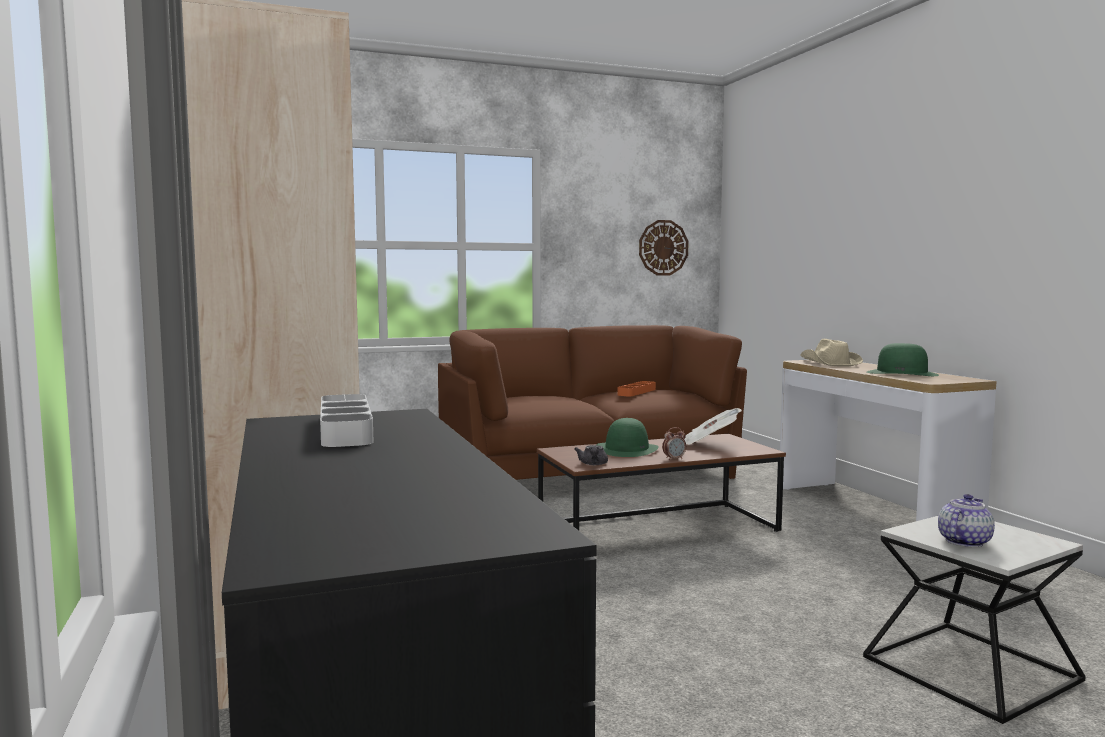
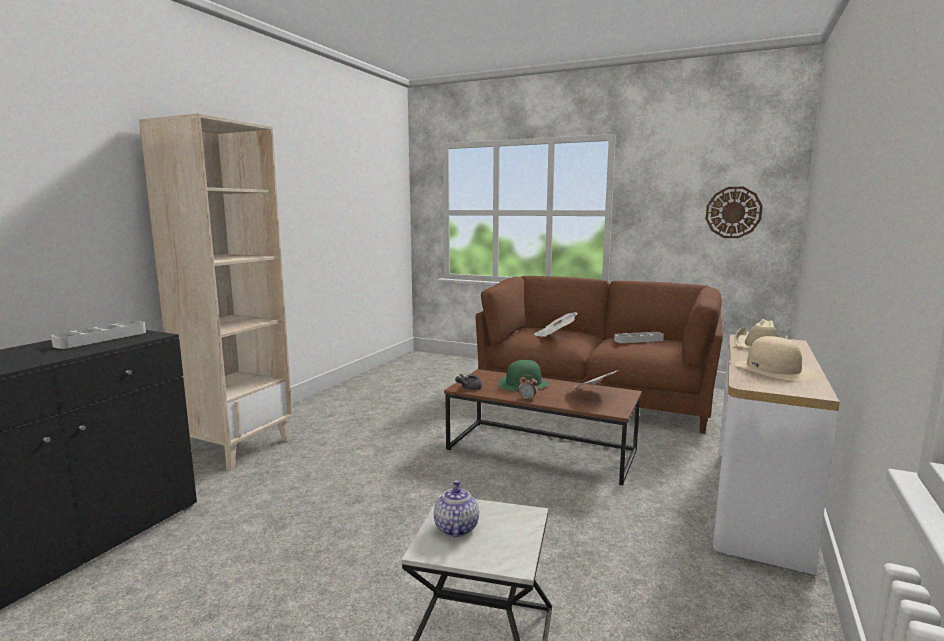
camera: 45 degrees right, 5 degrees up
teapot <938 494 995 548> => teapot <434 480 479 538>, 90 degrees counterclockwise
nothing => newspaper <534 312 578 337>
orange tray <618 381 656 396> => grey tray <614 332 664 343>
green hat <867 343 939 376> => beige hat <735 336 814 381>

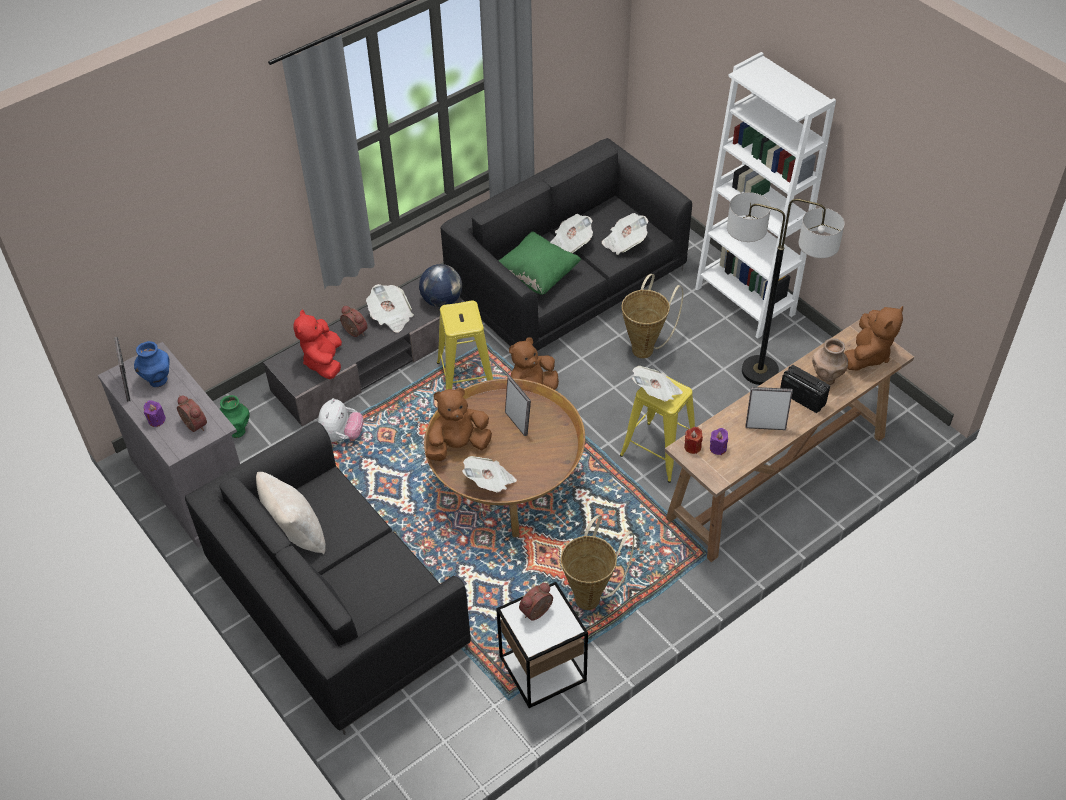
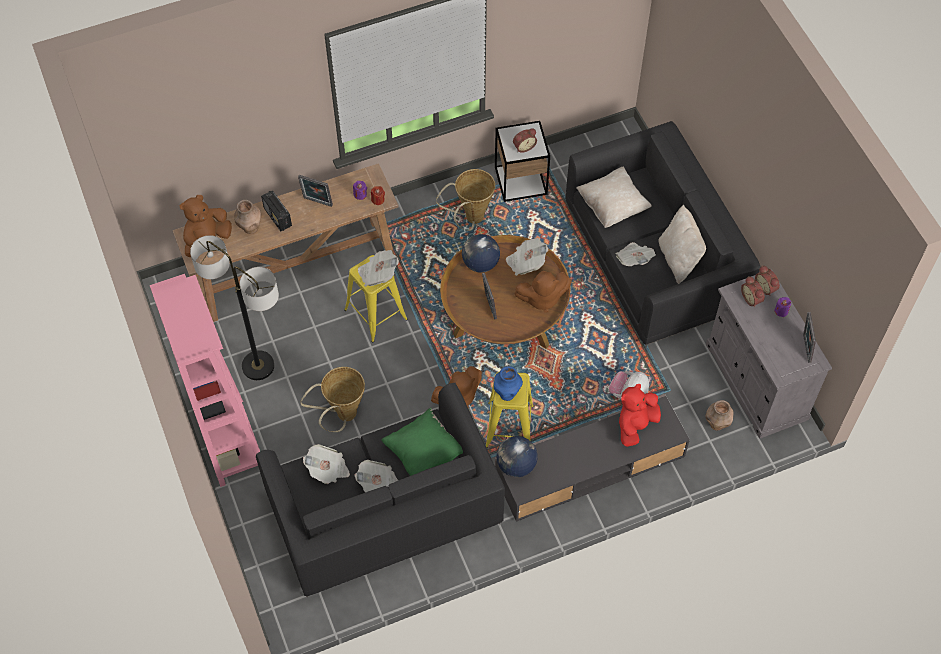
camera: 165 degrees left, 10 degrees up
white bookcase <695 52 836 339> => pink bookcase <150 274 260 487>
nothing => globe <462 234 500 273>
blue vase <134 341 170 387> => blue vase <494 366 523 401>, shifted
nothing => beige pillow <576 167 652 228>
newspaper <366 284 414 332> => newspaper <615 242 656 266>, shifted
red plush toy <294 310 342 379> => red plush toy <619 384 661 447>, 150 degrees counterclockwise
green vase <220 395 250 438> => brown vase <705 400 734 431>
alarm clock <340 305 368 337> => alarm clock <755 265 780 295>, shifted

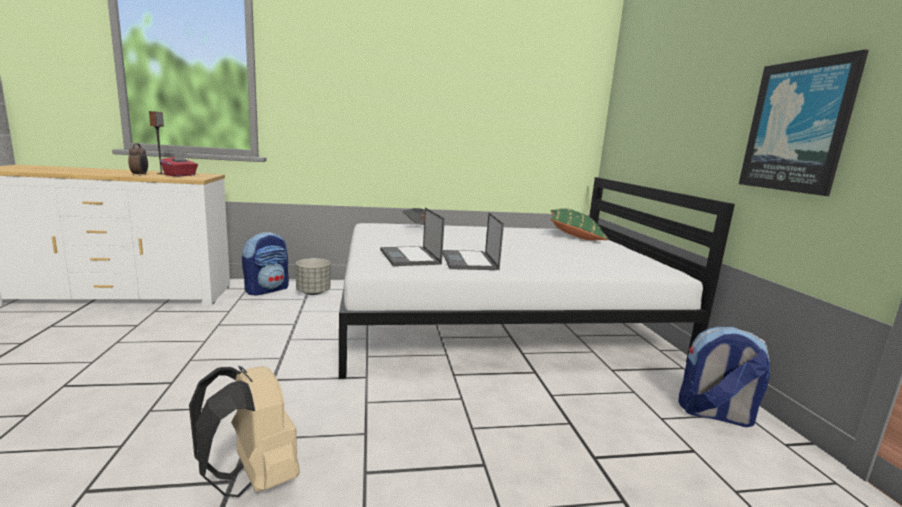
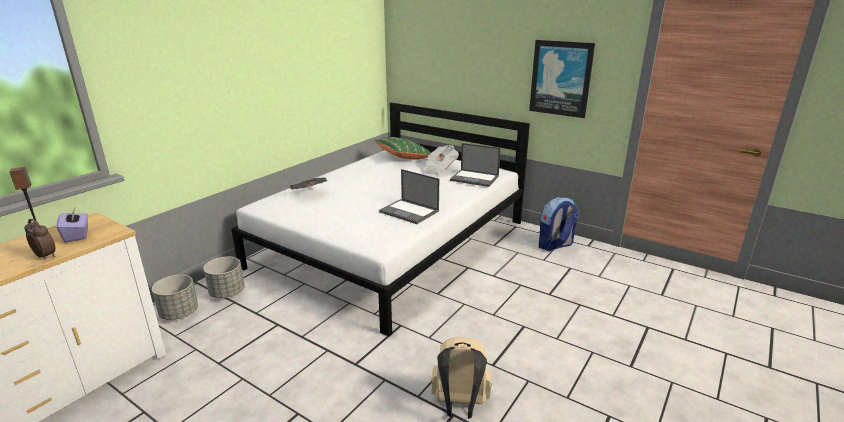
camera: 45 degrees left, 10 degrees up
red tissue box <160 153 198 177> => purple tissue box <57 206 88 243>
backpack <242 232 289 296> => grey planter <152 275 198 320>
nothing => newspaper <424 145 459 173>
laptop <380 208 445 266> => laptop <450 143 501 187>, shifted

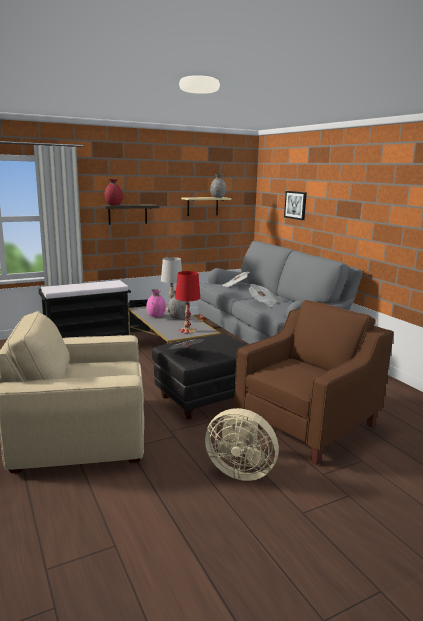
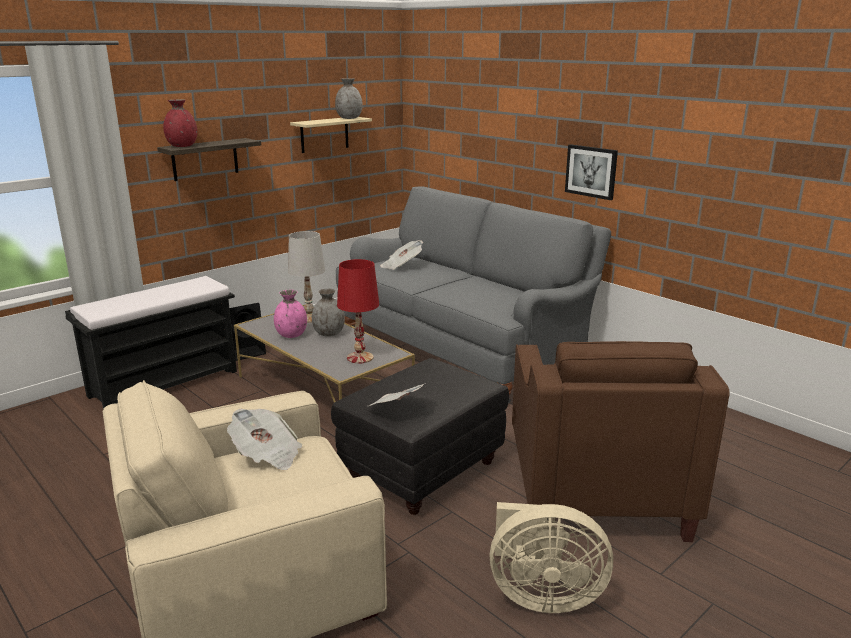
camera: 15 degrees left, 5 degrees up
newspaper <248 284 277 307> => newspaper <227 409 302 470>, shifted
brown armchair <234 300 394 465> => brown armchair <512 341 730 542>, 150 degrees clockwise
picture <284 191 307 220> => picture <565 144 618 200>, shifted

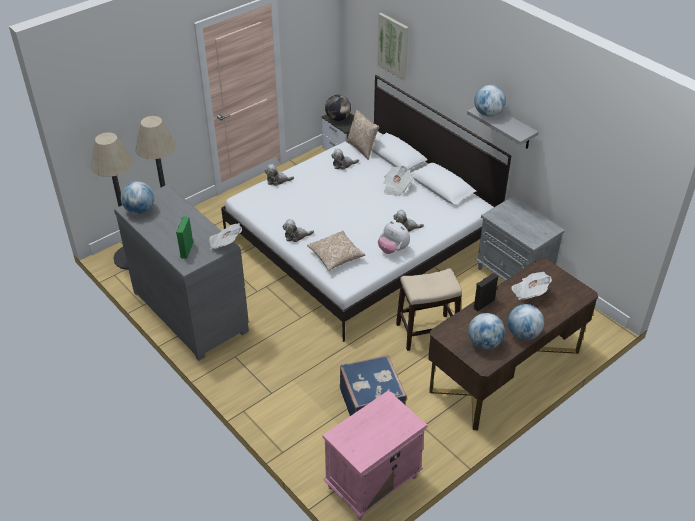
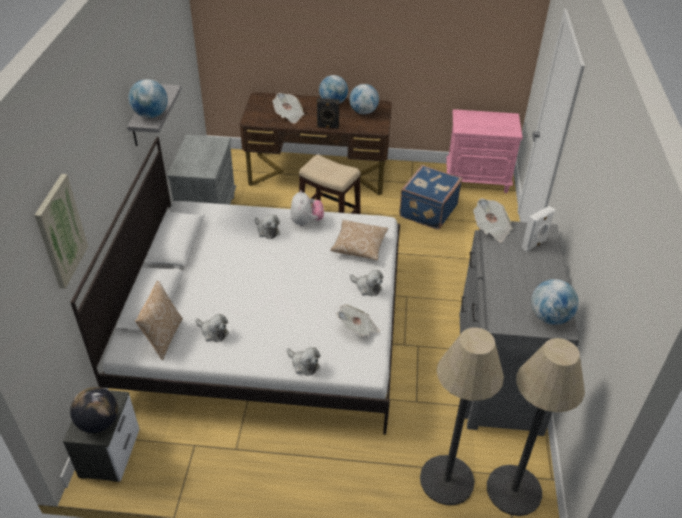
camera: 135 degrees left, 0 degrees up
newspaper <384 166 413 195> => newspaper <336 304 380 337>, shifted
green speaker <176 216 193 259> => white speaker <522 206 555 251>

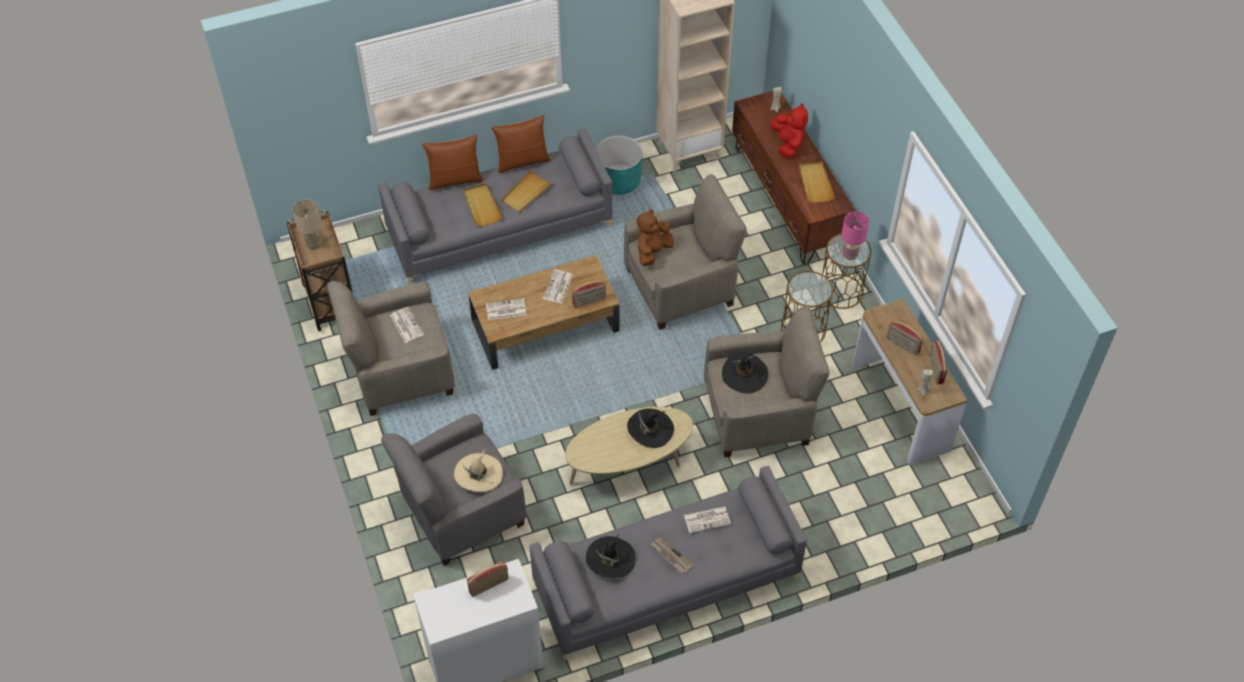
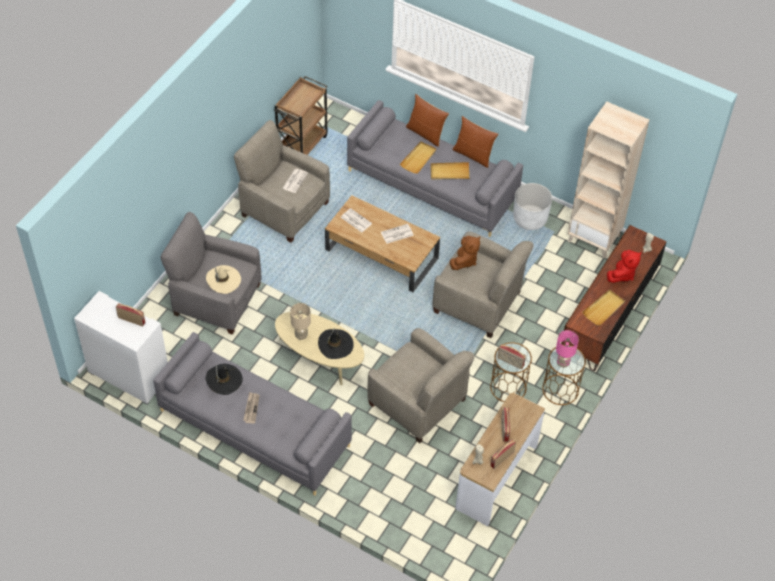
camera: 50 degrees right, 0 degrees up
beige table lamp <293 199 322 249> => beige table lamp <290 303 311 340>, shifted
brown plush toy <637 209 674 266> => brown plush toy <450 236 480 270>, 120 degrees clockwise
radio <572 280 606 308> => radio <497 344 526 369>, shifted
turquoise planter <596 136 643 195> => white planter <513 183 552 230>
newspaper <684 506 731 533> => nothing
black hat <722 352 768 394> => nothing

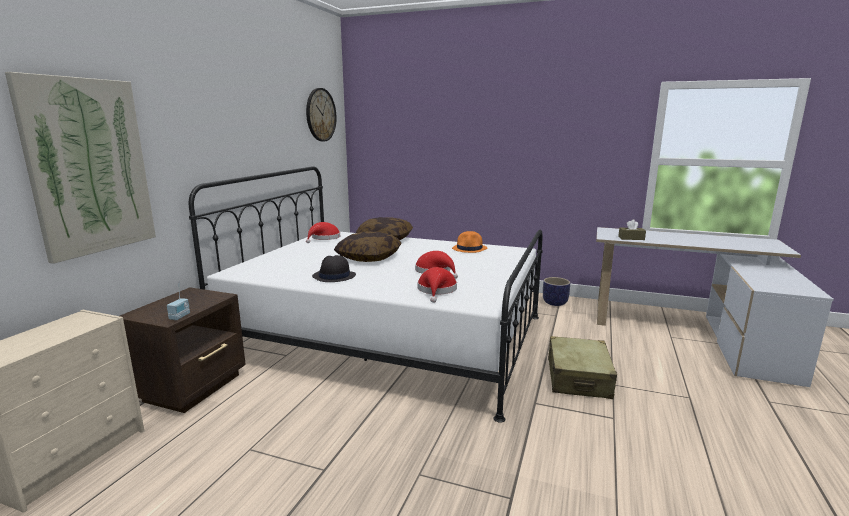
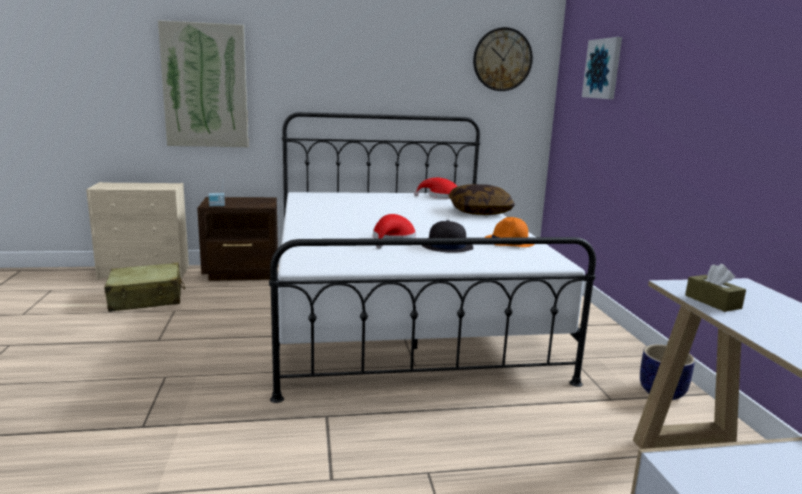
camera: 60 degrees right, 0 degrees up
beige suitcase <548 336 617 399> => beige suitcase <105 263 185 312>, shifted
black hat <312 255 356 282> => black hat <422 220 473 253>, shifted
nothing => picture <582 37 622 99>
pillow <334 232 401 262> => nothing
red hat <417 267 457 303> => nothing

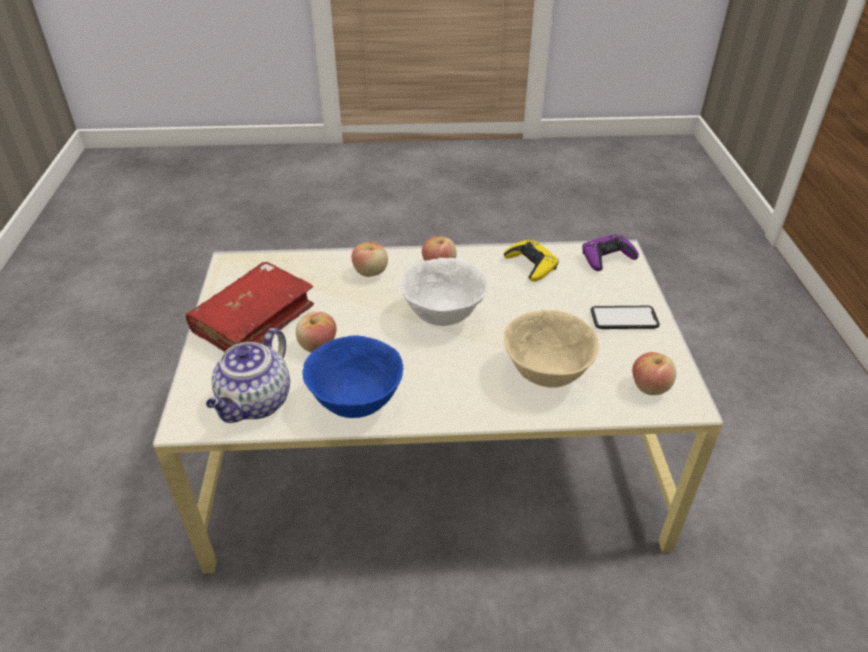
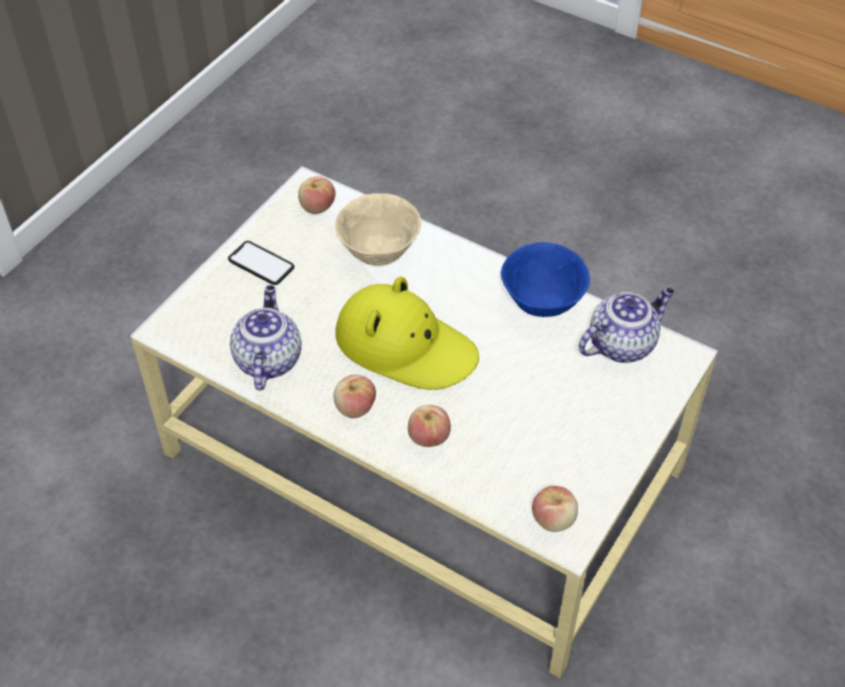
camera: 145 degrees left, 10 degrees up
yellow game controller <504 239 559 282> => teapot <230 285 301 390>
white bowl <399 258 488 326> => yellow hat <335 277 479 390>
apple <296 312 336 353> => apple <532 486 578 532>, shifted
red book <186 262 314 352> => nothing
purple game controller <582 234 639 271> => nothing

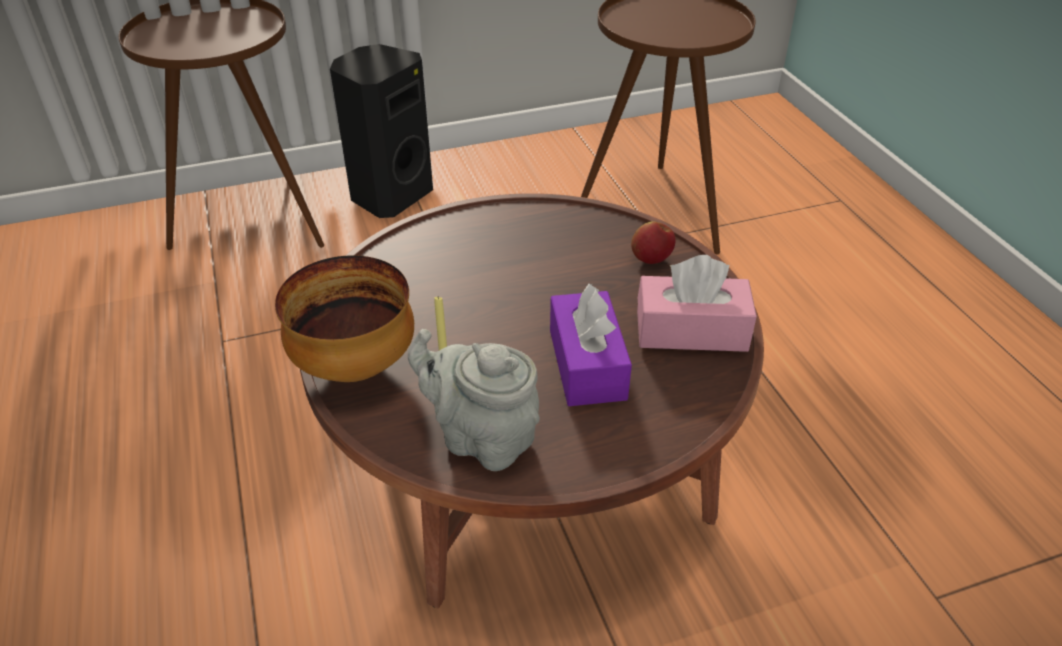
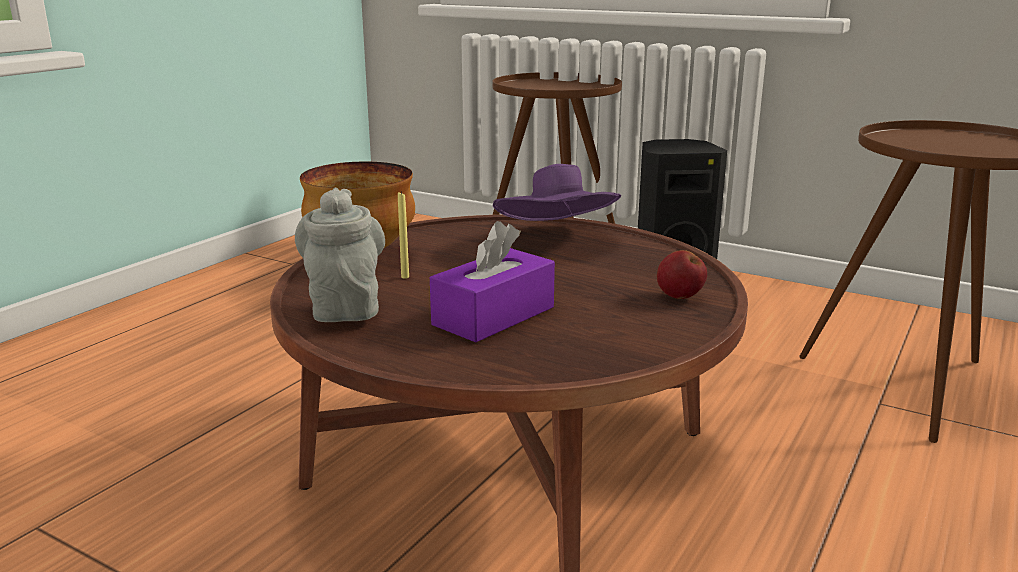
camera: 50 degrees right, 20 degrees down
nothing => purple hat <493 164 621 221>
pink tissue box <637 255 757 352> => nothing

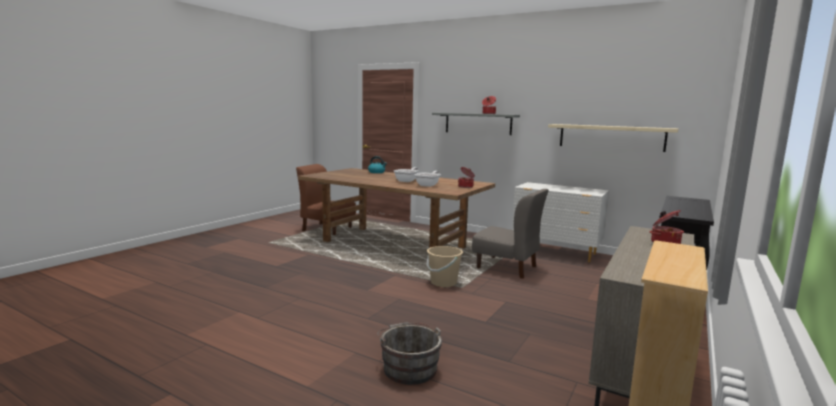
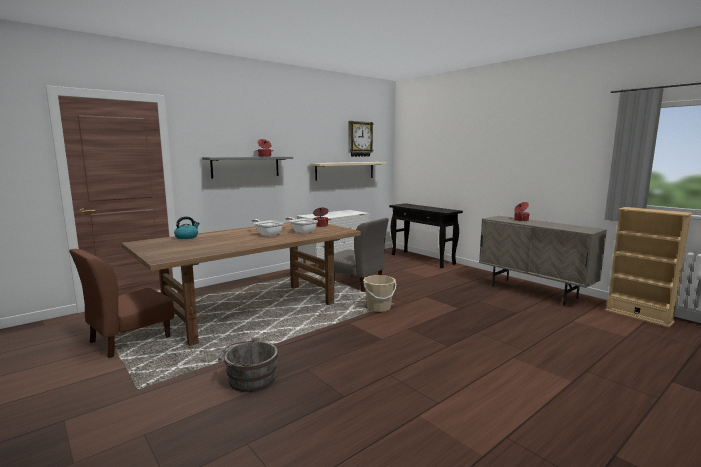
camera: 70 degrees left, 0 degrees up
grey bucket <377 322 442 385> => grey bucket <218 337 278 392>, shifted
grey chair <472 189 549 279> => grey chair <334 218 389 292>, 75 degrees clockwise
nothing => wall clock <349 121 374 157>

